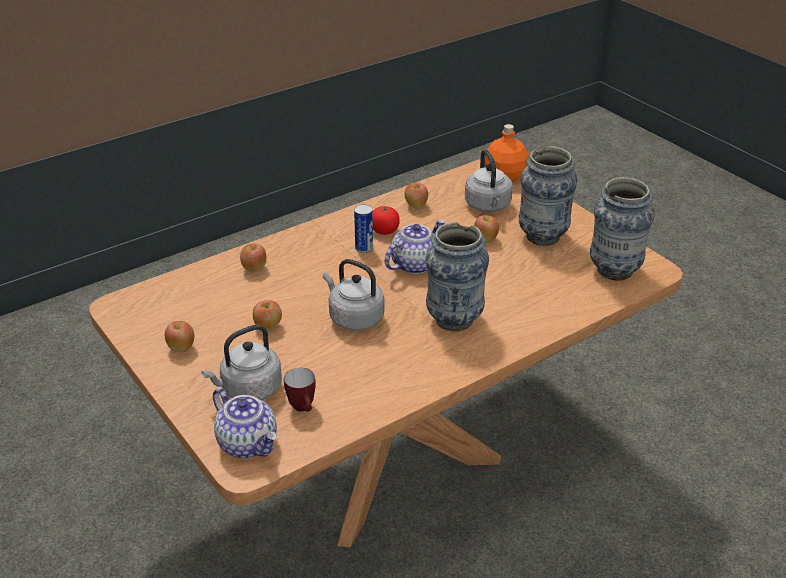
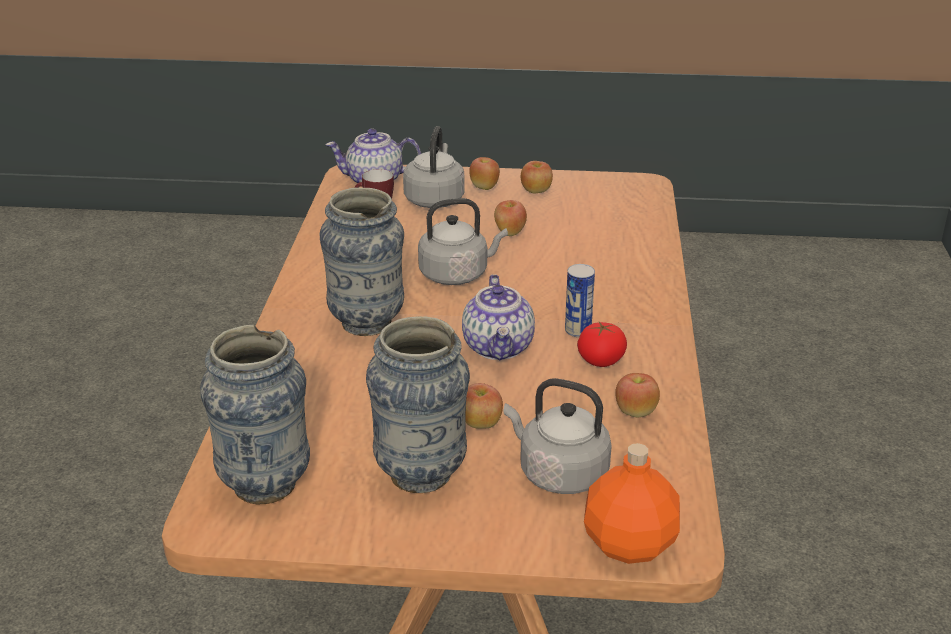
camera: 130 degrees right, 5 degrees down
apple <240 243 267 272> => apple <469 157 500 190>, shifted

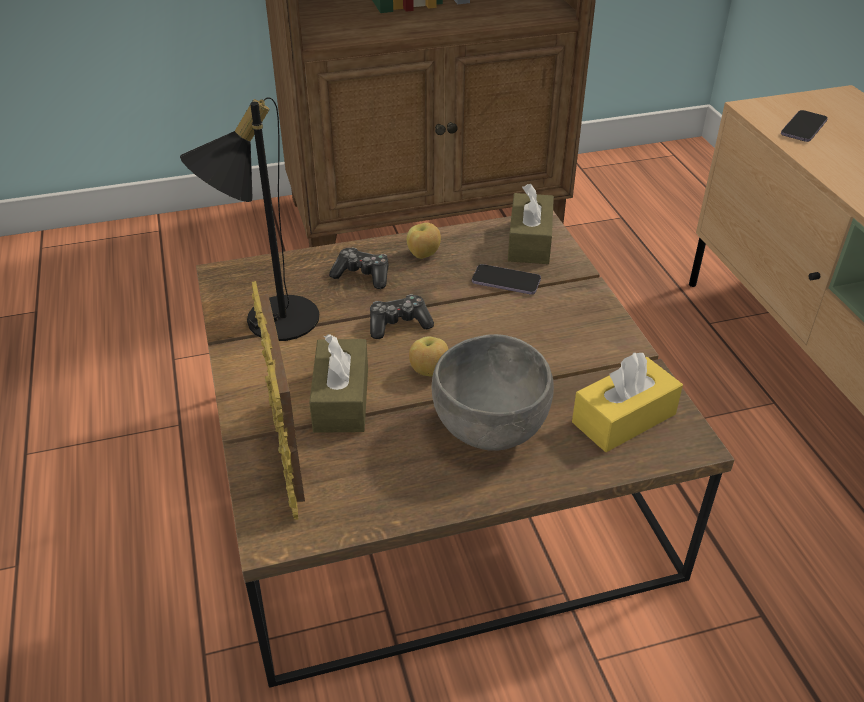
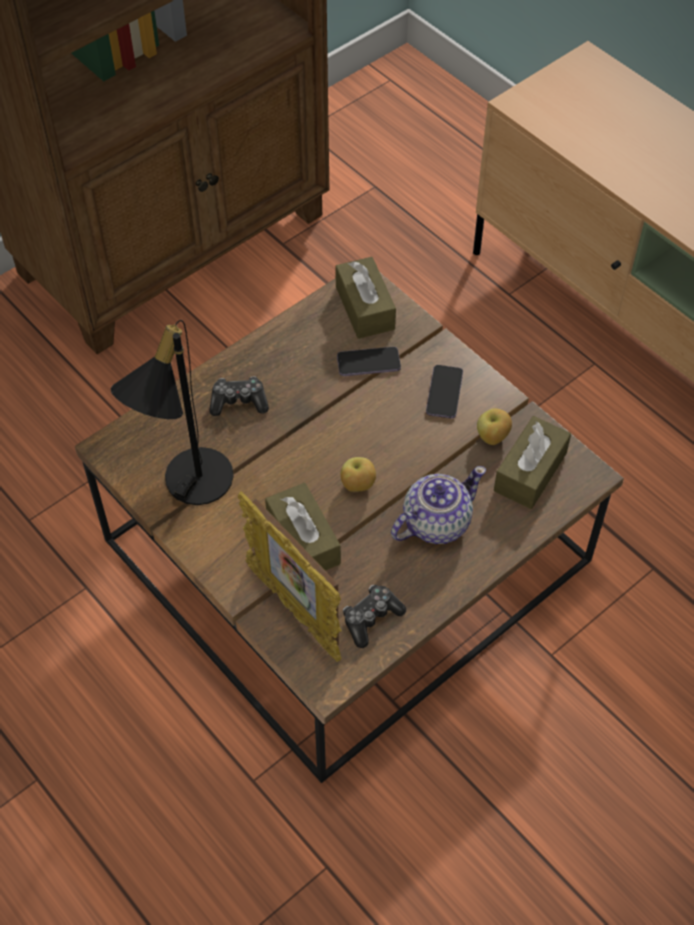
camera: 25 degrees left, 15 degrees up
game controller <370 294 434 339> => game controller <343 585 406 648>, shifted
grey bowl <432 334 554 451> => teapot <391 466 486 544>
phone <781 110 828 142> => phone <426 365 463 418>, shifted
apple <407 223 441 259> => apple <477 408 512 445>, shifted
yellow tissue box <572 352 683 452> => brown tissue box <494 416 571 509>

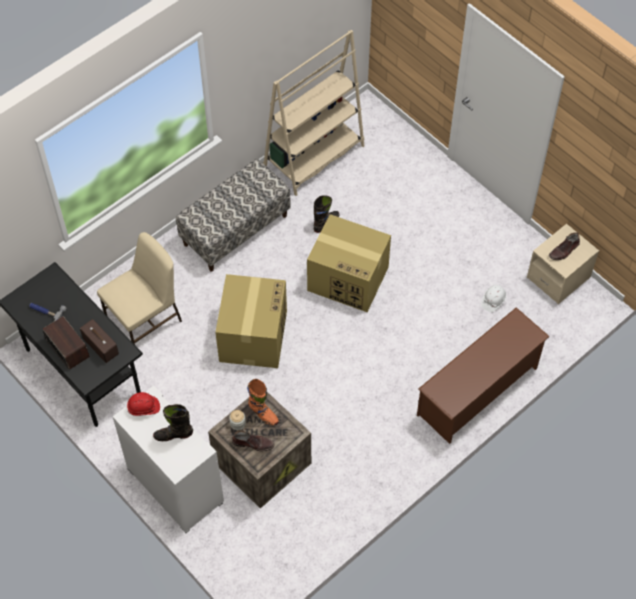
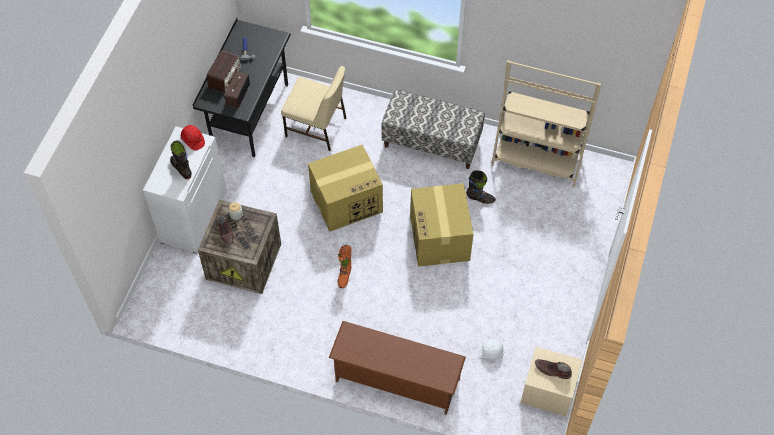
camera: 60 degrees right, 0 degrees up
orange boot <247 379 279 425> => orange boot <338 245 352 288>, shifted

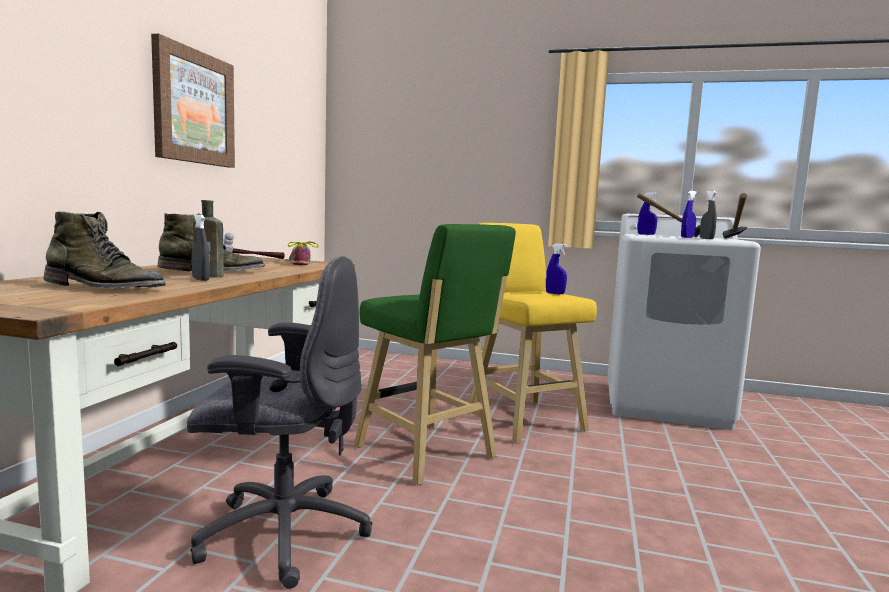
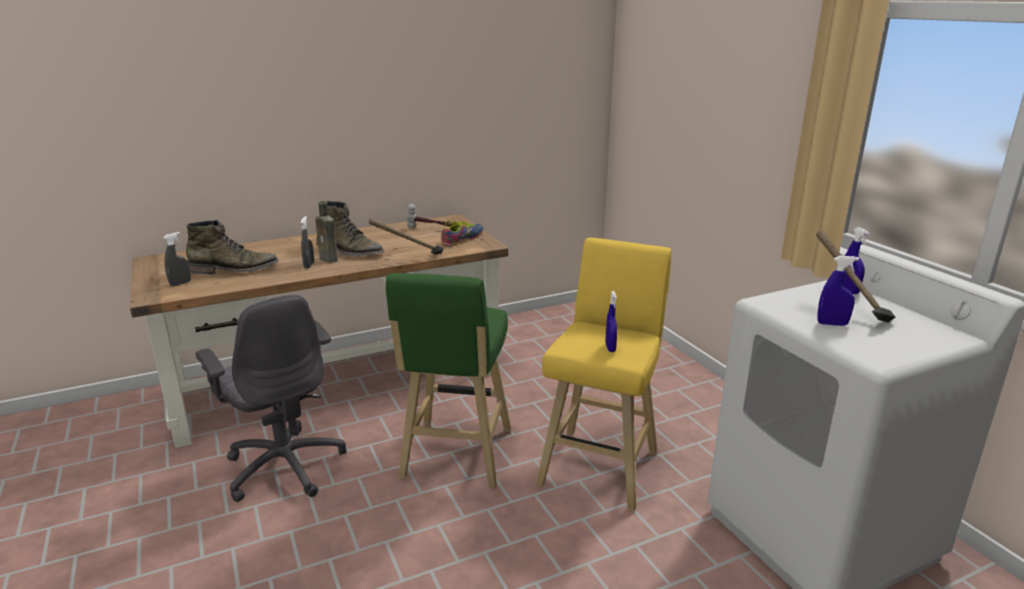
camera: 50 degrees right, 15 degrees up
grey spray bottle <700 190 717 239> => grey spray bottle <163 232 191 286>, shifted
green boot <44 212 166 289> => green boot <186 220 279 274>, 75 degrees counterclockwise
hammer <723 193 747 239> => hammer <369 218 444 255>, shifted
picture <151 33 235 168> => nothing

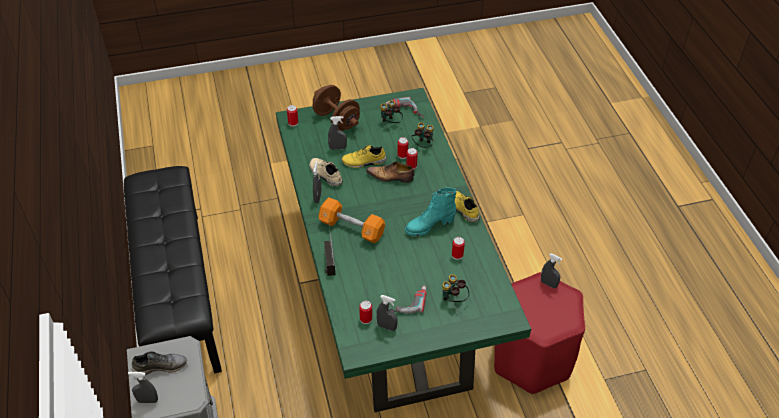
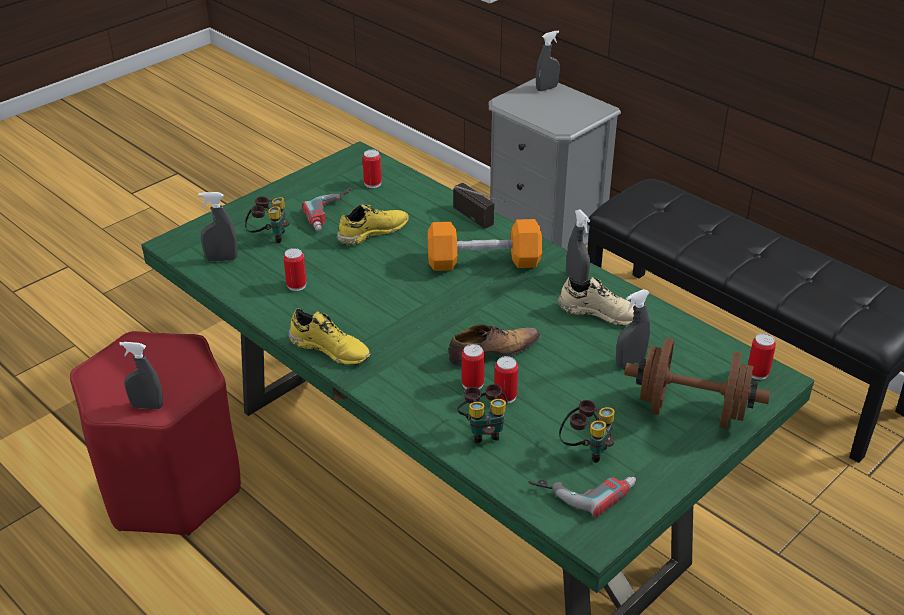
camera: 150 degrees right, 10 degrees down
grey spray bottle <376 295 398 331> => grey spray bottle <198 192 238 262>, shifted
yellow shoe <341 145 387 168> => yellow shoe <337 204 409 245>, shifted
grey shoe <132 352 187 375> => nothing
turquoise boot <405 188 457 236> => nothing

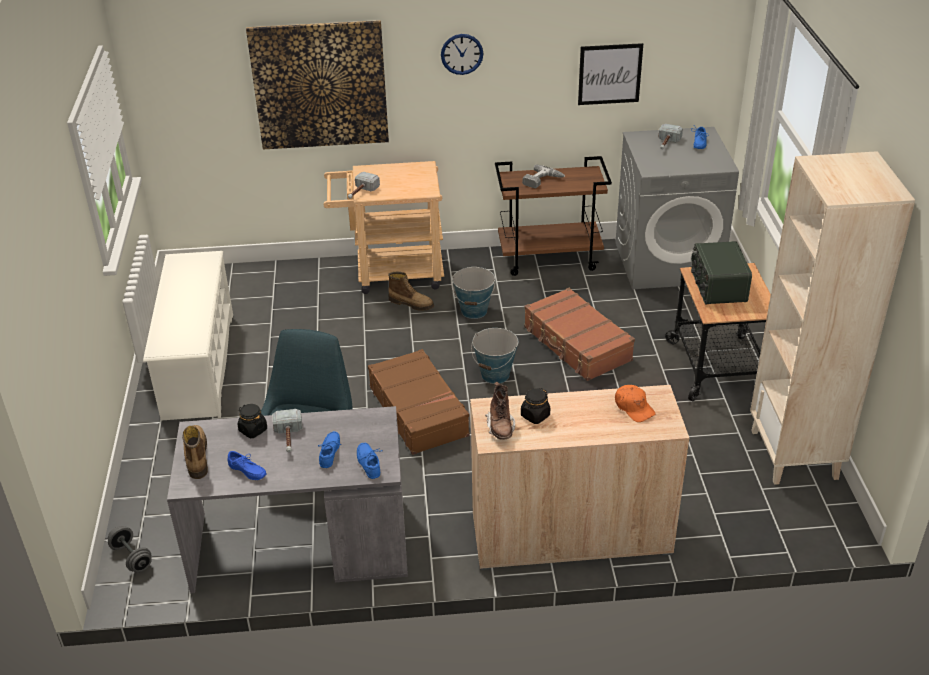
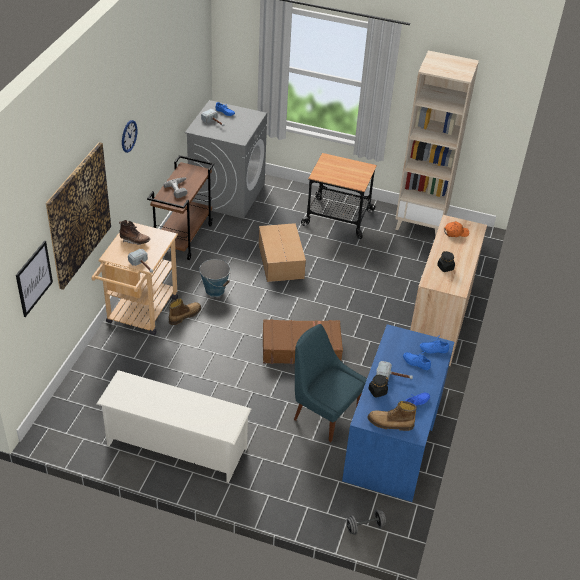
camera: 70 degrees left, 5 degrees up
picture <578 43 643 105> => picture <16 241 53 317>, shifted
brown boot <485 382 515 440> => brown boot <119 220 150 245>, shifted
brown suitcase <524 287 635 381> => cardboard box <258 223 306 282>
grey desk <167 406 408 593> => blue desk <342 324 454 502>
bucket <471 328 518 384> => nothing
radio <691 241 752 304> => nothing

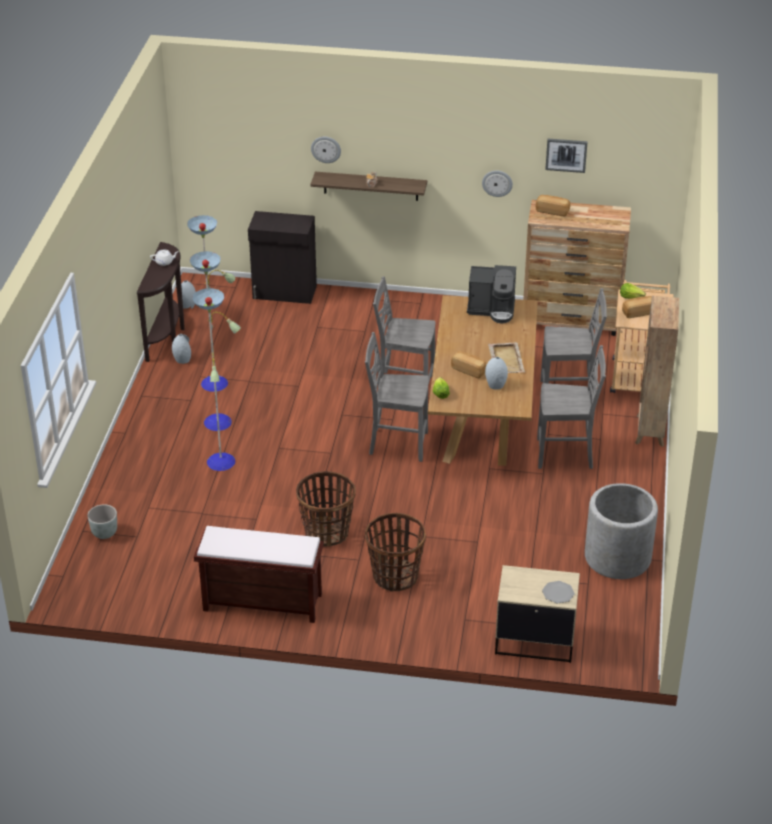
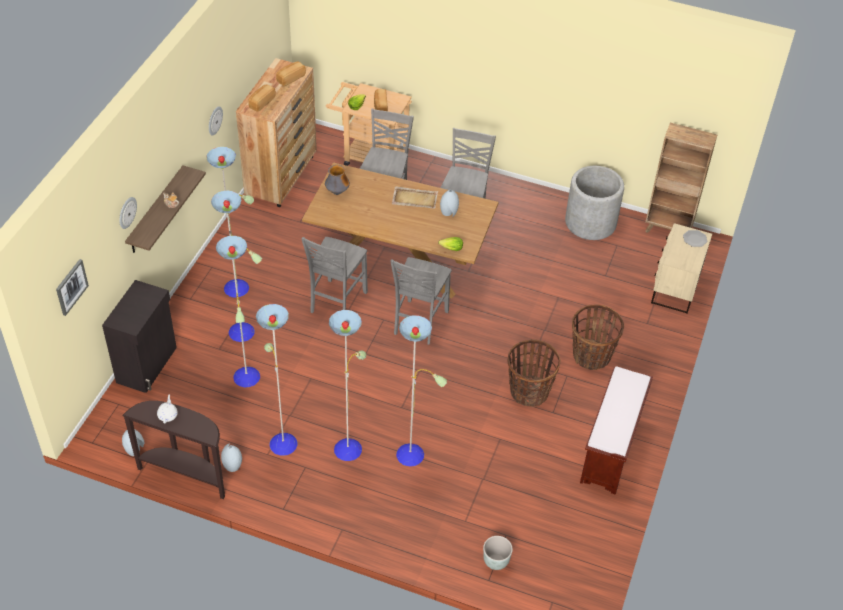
camera: 80 degrees left, 10 degrees up
picture <545 139 588 173> => picture <56 259 89 316>, shifted
nothing => floor lamp <207 147 262 387>
bread <451 351 487 379> => bread <276 61 306 86>, shifted
coffee machine <467 265 516 323> => vase <325 165 350 195>
brown bookcase <635 296 679 447> => brown bookcase <645 123 717 233>, shifted

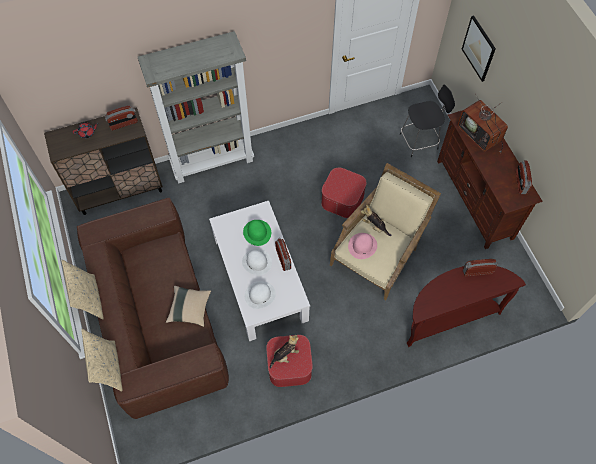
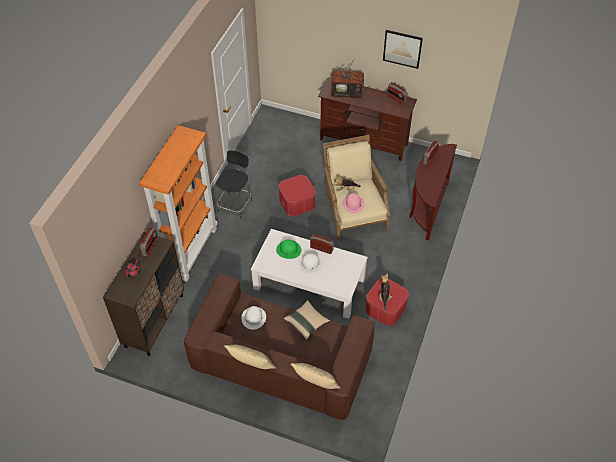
camera: 50 degrees left, 10 degrees down
grey bookcase <138 31 254 184> => orange bookcase <139 125 218 282>
black stool <400 85 455 157> => black stool <216 151 252 219>, shifted
white hat <245 281 276 309> => white hat <241 306 266 330>, shifted
picture <462 15 496 82> => picture <383 30 423 69>, shifted

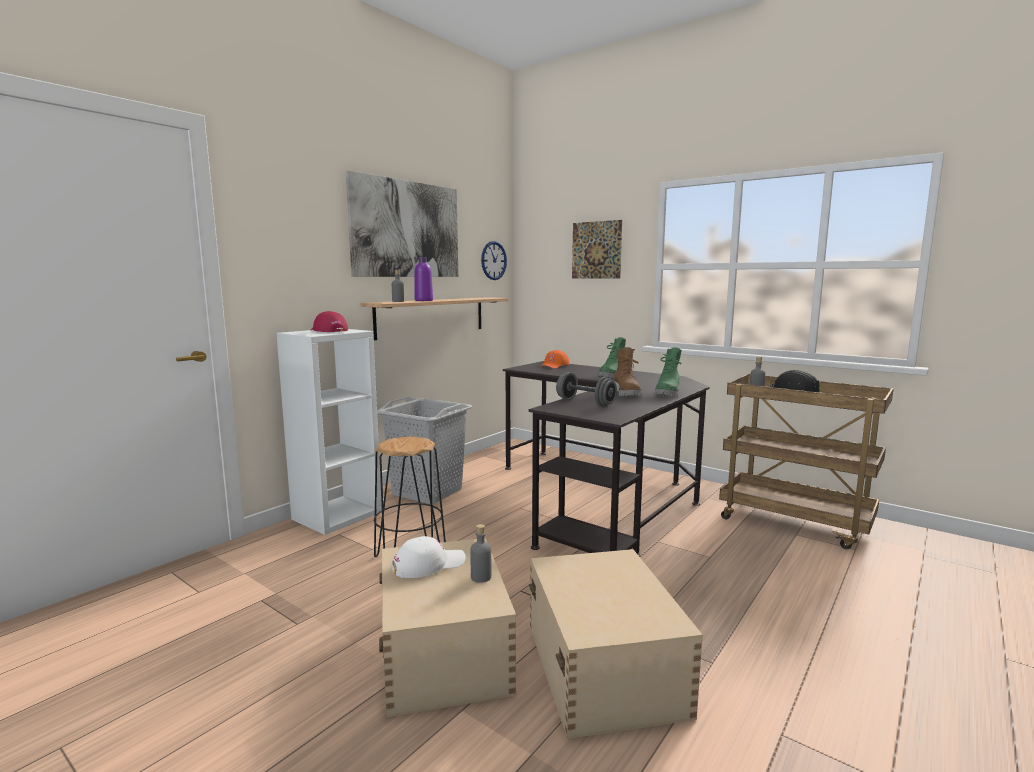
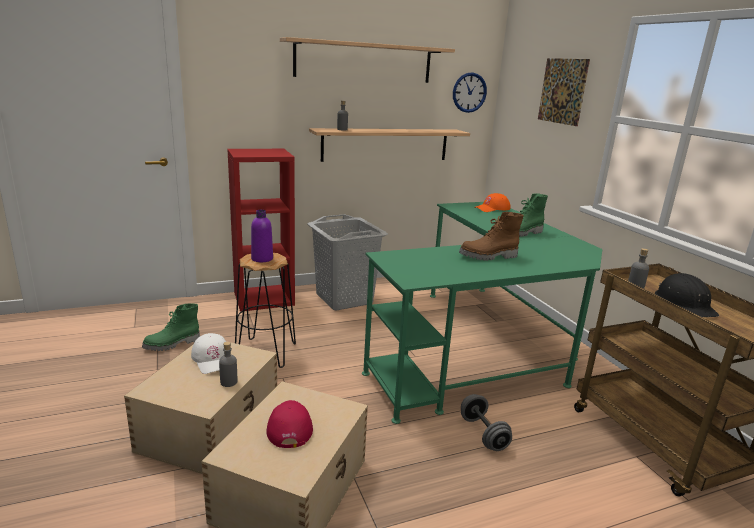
camera: 30 degrees right, 10 degrees up
green boot <655 347 682 396> => green boot <142 303 200 351>, shifted
white cap <392 536 465 578> => white cap <191 333 226 374>, 60 degrees clockwise
white bookcase <276 328 382 535> => red bookcase <227 149 295 312>
purple bottle <415 257 433 301> => purple bottle <251 210 273 262>, shifted
red cap <311 311 348 332> => red cap <266 400 313 448>, shifted
picture <346 171 458 277> => shelf <280 37 455 83>
black desk <503 361 709 557> => green desk <362 202 602 424>
brown boot <614 347 641 396> => brown boot <459 212 524 261>, 45 degrees clockwise
grey dumbbell <556 372 617 407> => grey dumbbell <461 394 512 451>, shifted

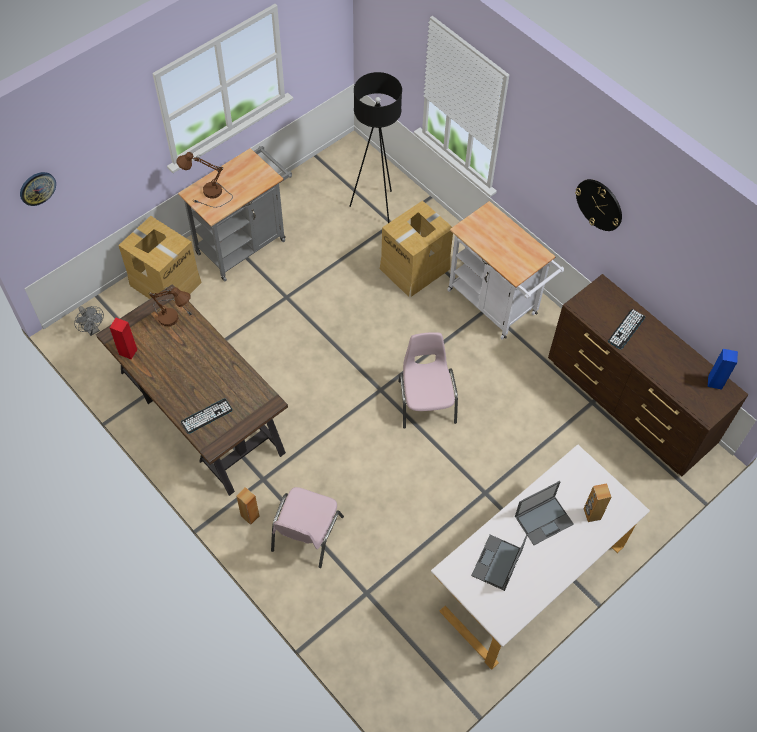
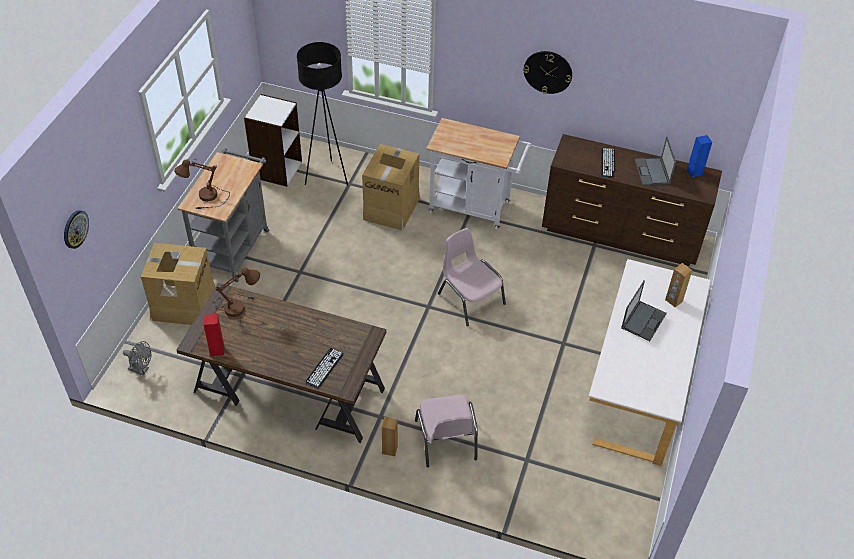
camera: 30 degrees left, 10 degrees down
nothing => white bookcase <244 94 302 187>
laptop <471 535 527 591> => laptop <635 137 676 185>, shifted

